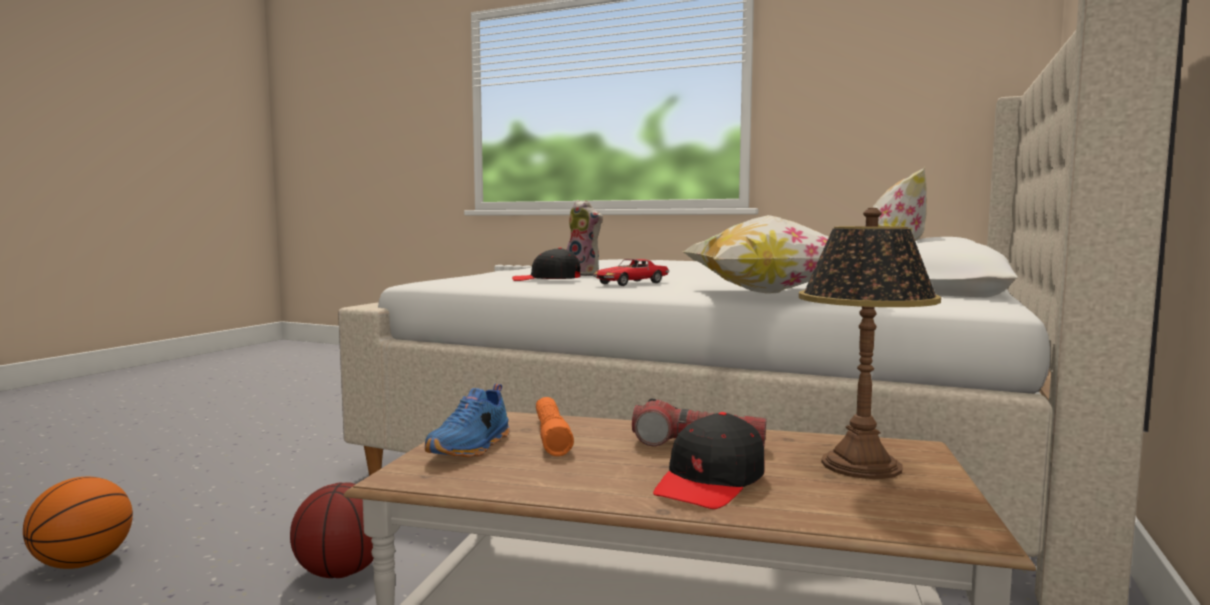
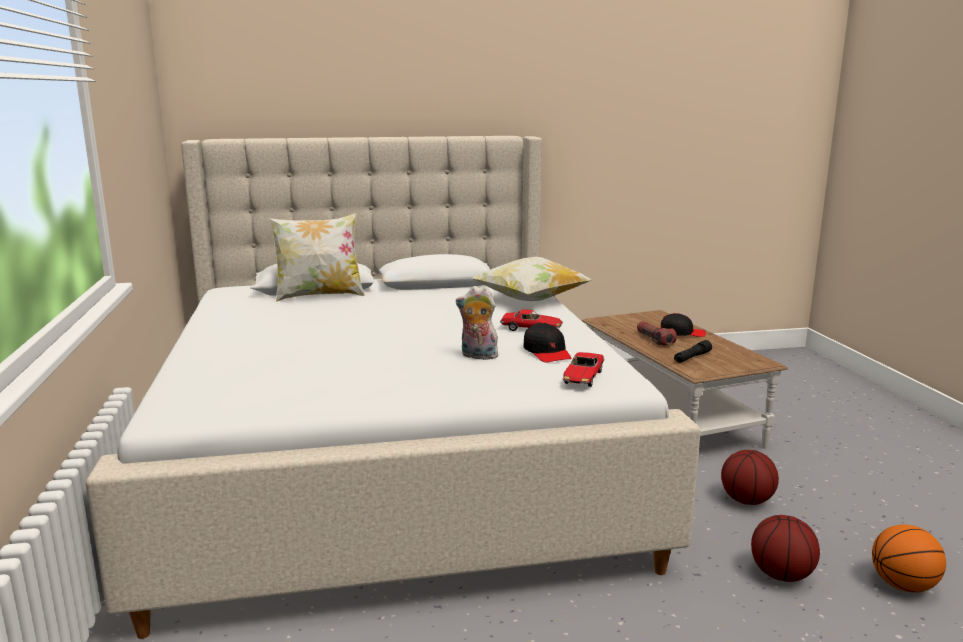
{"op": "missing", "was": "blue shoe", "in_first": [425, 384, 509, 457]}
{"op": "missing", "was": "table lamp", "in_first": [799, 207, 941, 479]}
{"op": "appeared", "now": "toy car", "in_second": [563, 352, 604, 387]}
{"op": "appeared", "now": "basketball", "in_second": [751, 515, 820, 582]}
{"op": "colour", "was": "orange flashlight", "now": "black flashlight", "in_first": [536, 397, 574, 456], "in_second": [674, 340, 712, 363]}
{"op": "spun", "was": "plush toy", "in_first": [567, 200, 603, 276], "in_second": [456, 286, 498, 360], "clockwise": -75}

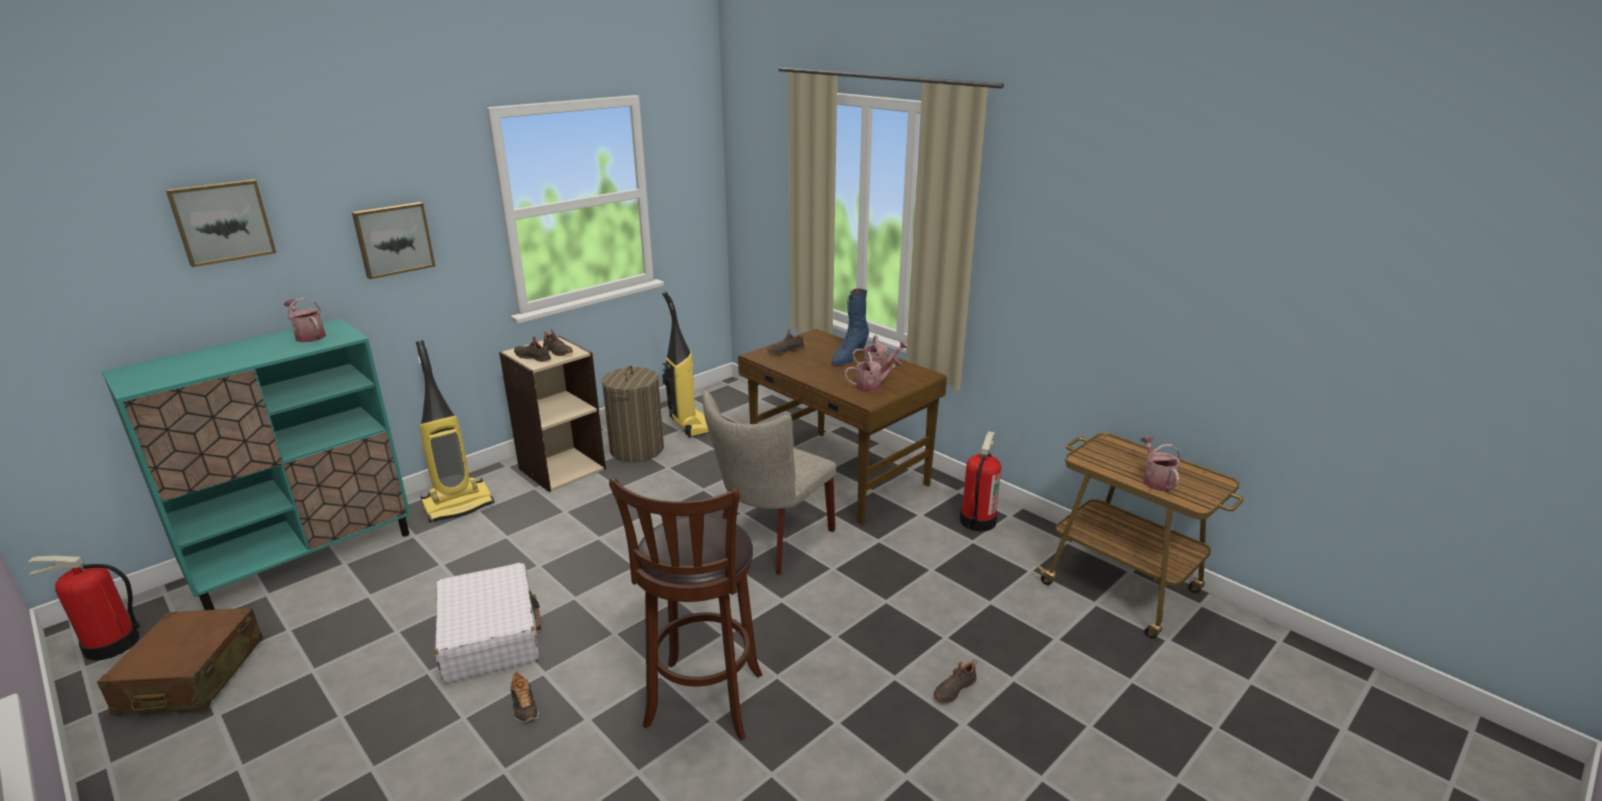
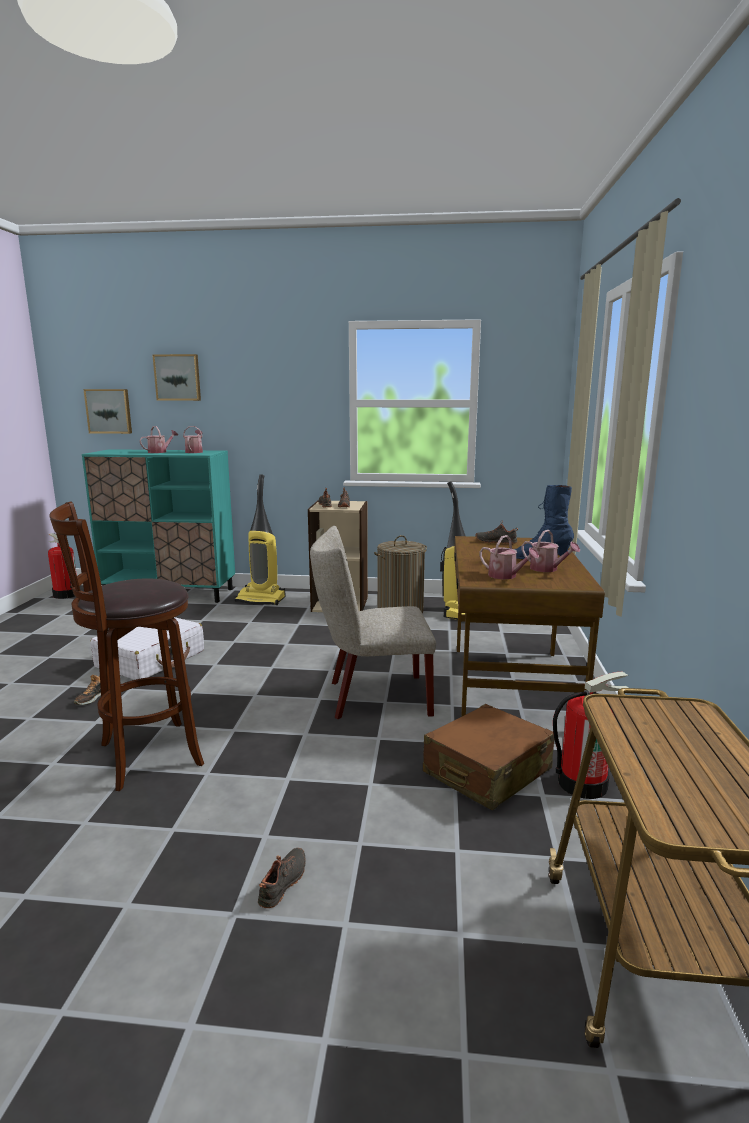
{"op": "relocated", "was": "brown suitcase", "in_first": [97, 608, 263, 715], "in_second": [423, 704, 554, 810]}
{"op": "relocated", "was": "picture", "in_first": [352, 202, 435, 279], "in_second": [83, 389, 132, 434]}
{"op": "relocated", "was": "watering can", "in_first": [1141, 437, 1181, 491], "in_second": [139, 426, 178, 453]}
{"op": "spun", "was": "black shoe", "in_first": [934, 660, 977, 703], "in_second": [258, 848, 306, 908], "clockwise": 105}

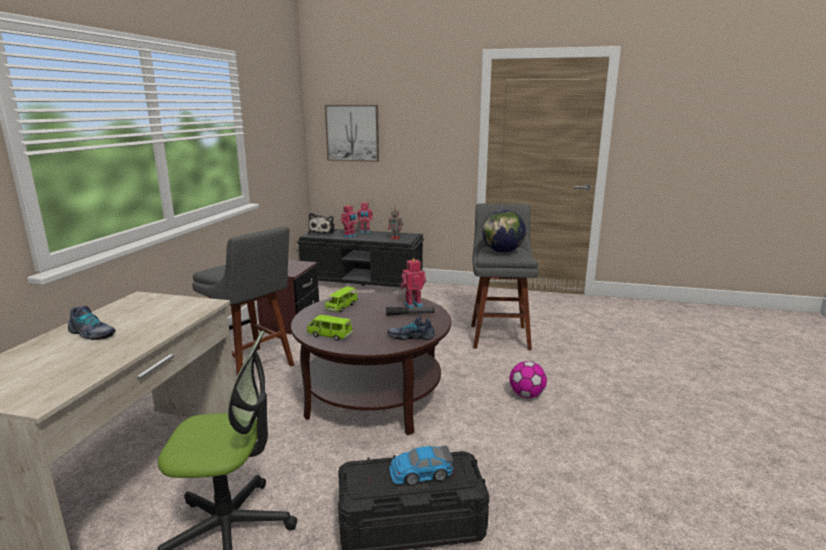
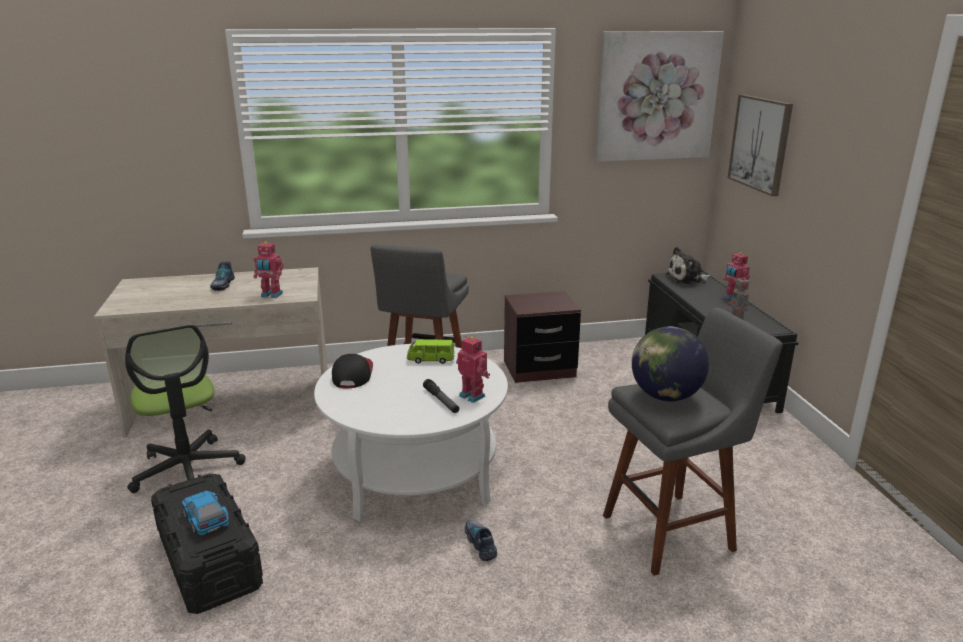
{"op": "missing", "was": "football", "in_first": [509, 361, 547, 398]}
{"op": "appeared", "now": "picture", "in_second": [596, 31, 724, 162]}
{"op": "relocated", "was": "toy robot", "in_first": [341, 205, 357, 238], "in_second": [254, 242, 284, 298]}
{"op": "relocated", "was": "shoe", "in_first": [387, 316, 435, 340], "in_second": [465, 520, 497, 561]}
{"op": "exchanged", "was": "green toy car", "now": "cap", "in_first": [306, 315, 353, 341], "in_second": [332, 354, 373, 388]}
{"op": "colour", "was": "brown coffee table", "now": "white coffee table", "in_first": [291, 292, 451, 435], "in_second": [314, 344, 508, 521]}

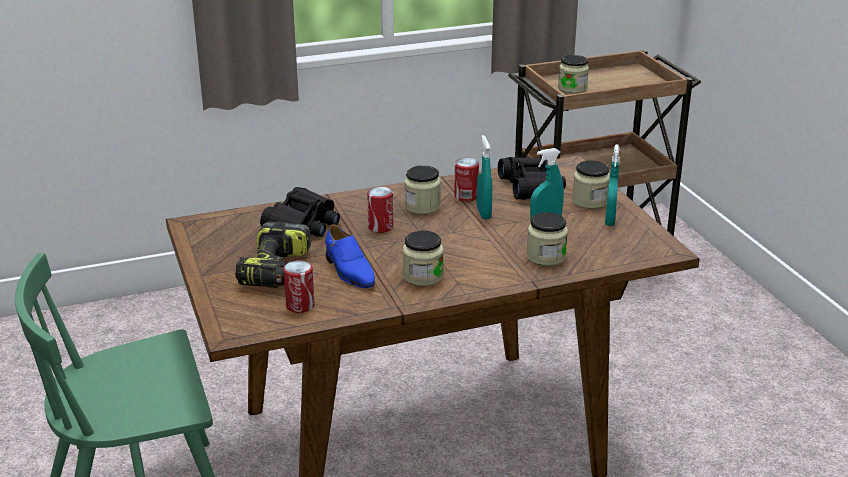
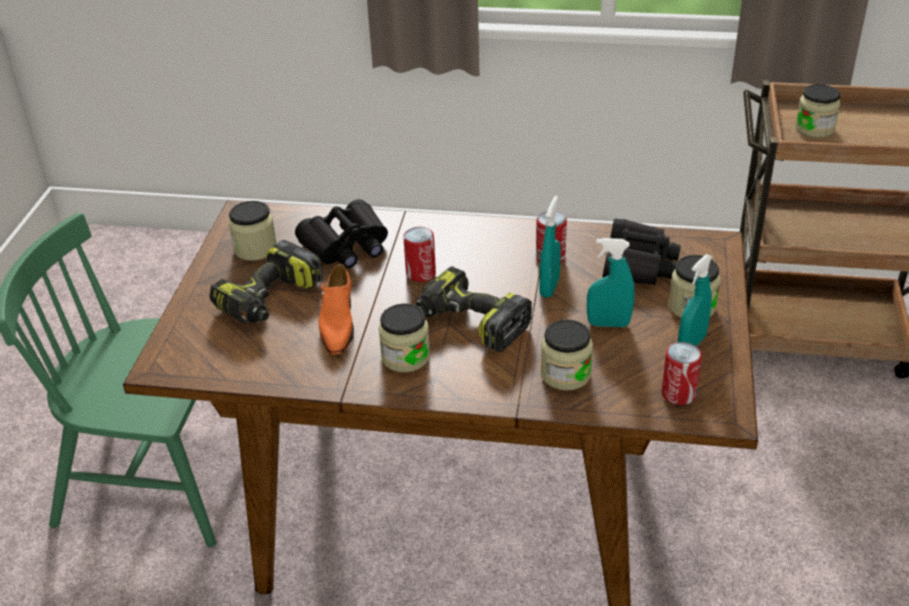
{"op": "appeared", "now": "power drill", "in_second": [416, 266, 532, 352]}
{"op": "relocated", "was": "can", "in_first": [283, 260, 315, 313], "in_second": [662, 342, 702, 405]}
{"op": "relocated", "was": "jar", "in_first": [404, 165, 441, 214], "in_second": [229, 201, 277, 261]}
{"op": "colour", "was": "blue shoe", "now": "orange shoe", "in_first": [325, 224, 375, 288], "in_second": [318, 264, 354, 355]}

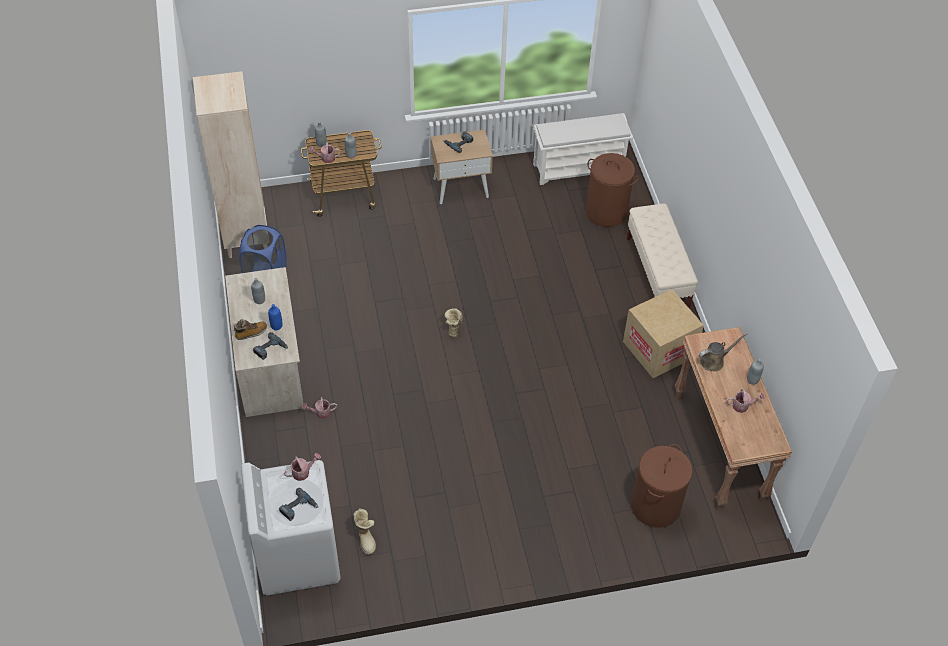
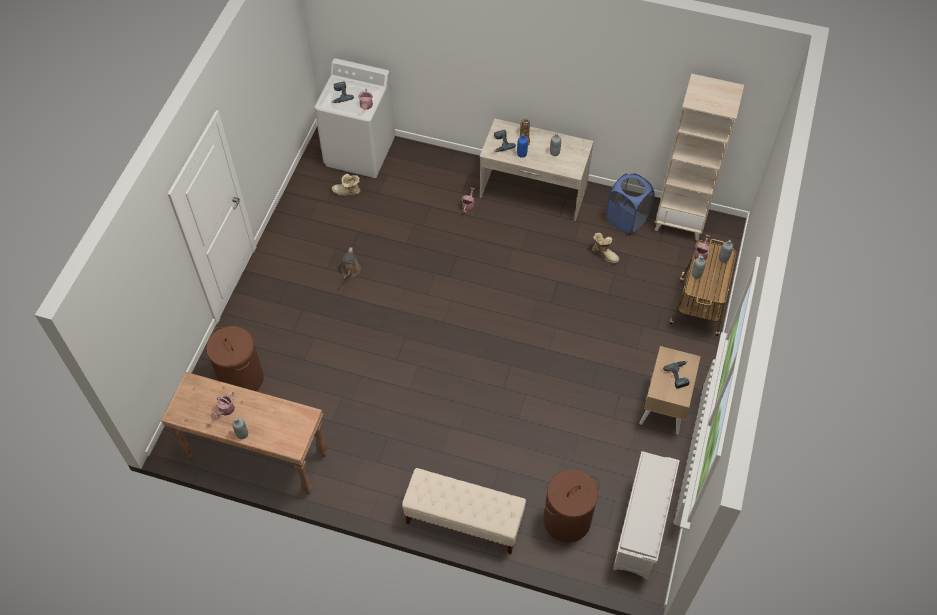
{"op": "missing", "was": "cardboard box", "in_first": [623, 289, 704, 378]}
{"op": "relocated", "was": "boot", "in_first": [444, 308, 463, 337], "in_second": [592, 233, 619, 264]}
{"op": "relocated", "was": "brown watering can", "in_first": [699, 333, 747, 371], "in_second": [341, 247, 361, 278]}

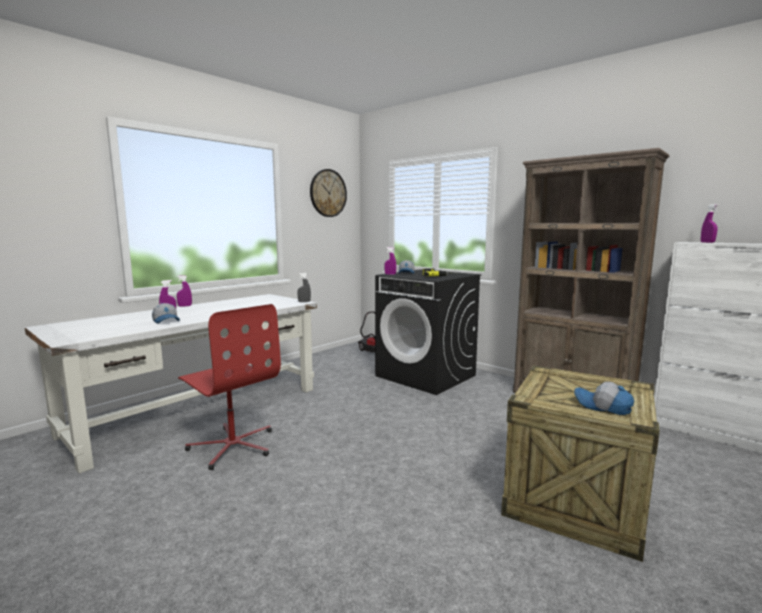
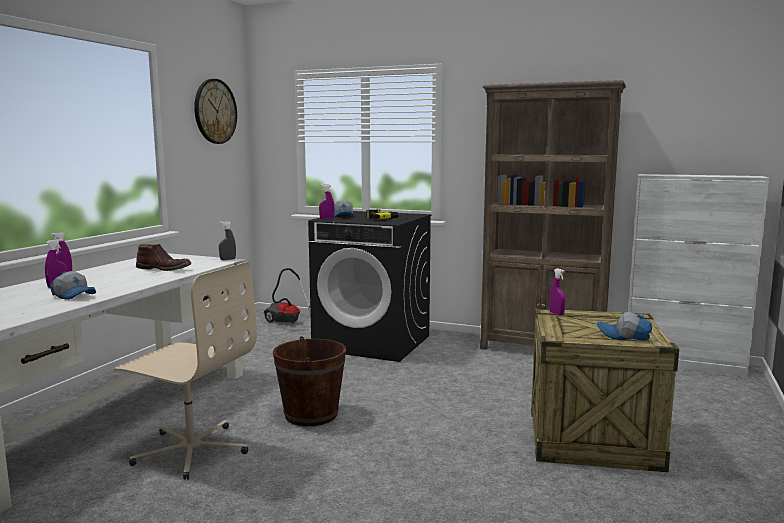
{"op": "appeared", "now": "brown boot", "in_second": [136, 244, 192, 271]}
{"op": "appeared", "now": "brown bucket", "in_second": [273, 336, 346, 426]}
{"op": "relocated", "was": "purple spray bottle", "in_first": [701, 204, 719, 243], "in_second": [549, 268, 565, 315]}
{"op": "colour", "was": "red office chair", "now": "beige office chair", "in_first": [178, 304, 281, 470], "in_second": [113, 262, 257, 480]}

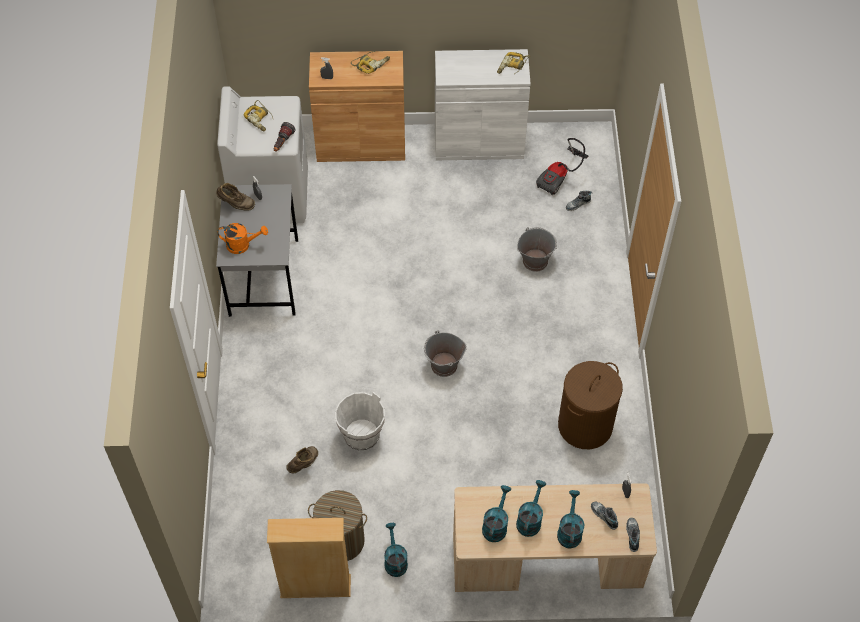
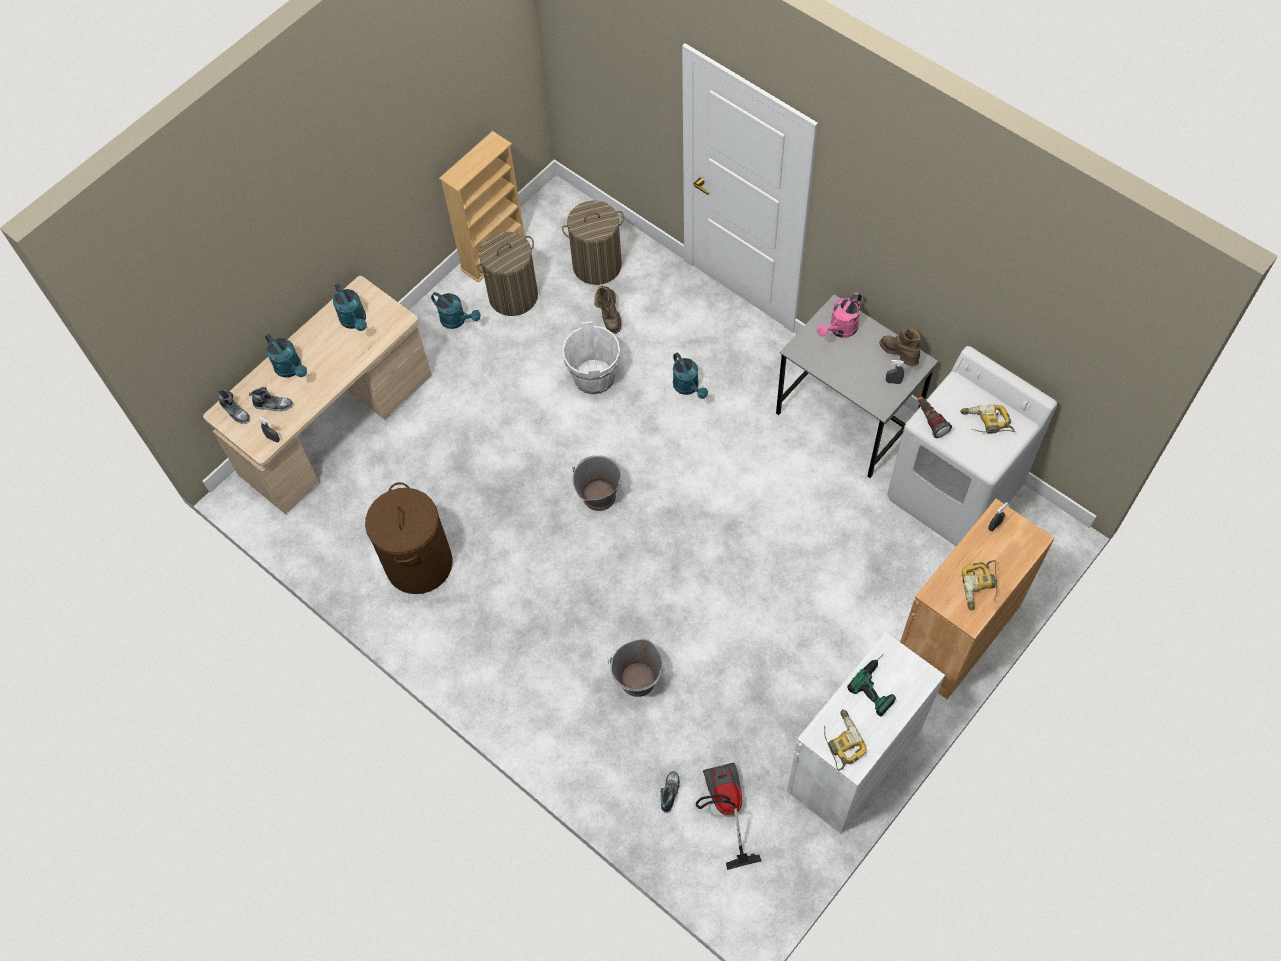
{"op": "appeared", "now": "laundry basket", "in_second": [562, 200, 624, 285]}
{"op": "appeared", "now": "power drill", "in_second": [847, 654, 896, 716]}
{"op": "relocated", "was": "turquoise watering can", "in_first": [516, 480, 546, 537], "in_second": [673, 353, 708, 399]}
{"op": "colour", "was": "orange watering can", "now": "pink watering can", "in_first": [217, 223, 268, 254], "in_second": [817, 292, 862, 338]}
{"op": "spun", "was": "brown boot", "in_first": [216, 183, 255, 211], "in_second": [879, 328, 921, 366], "clockwise": 90}

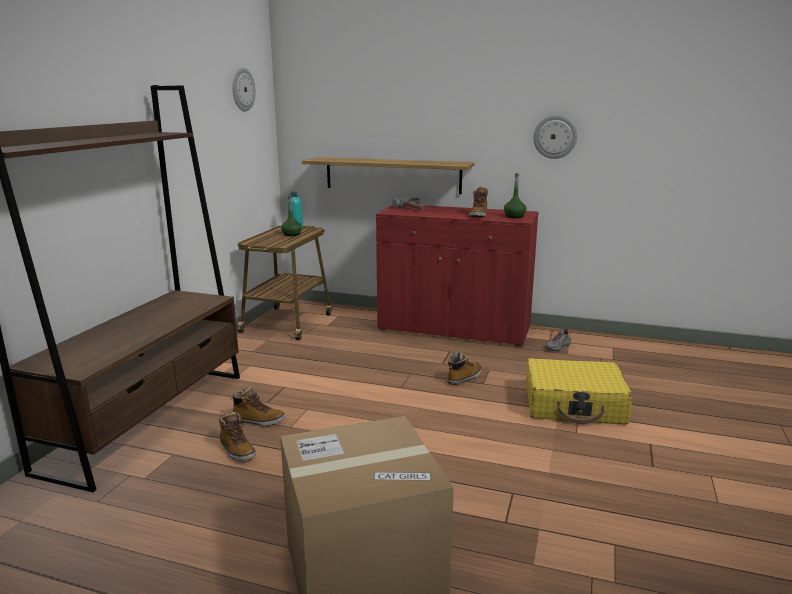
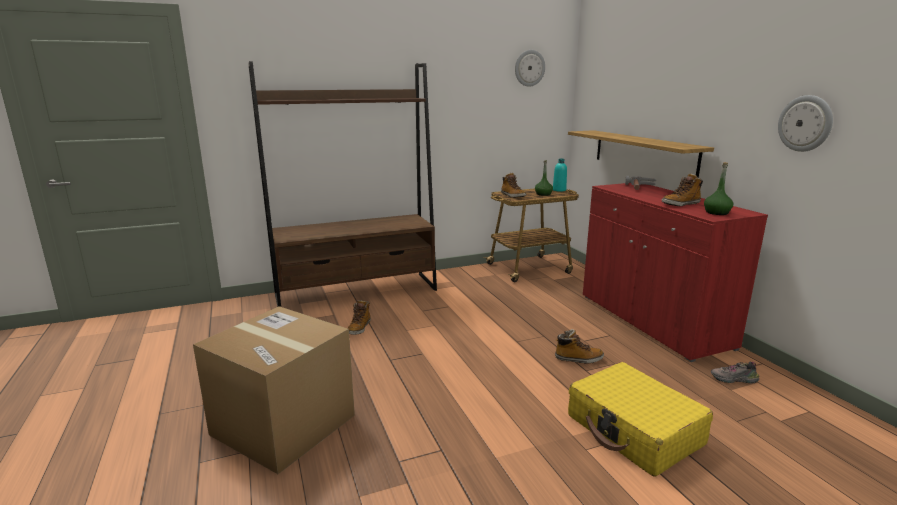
{"op": "relocated", "was": "boot", "in_first": [231, 387, 285, 426], "in_second": [501, 173, 526, 198]}

